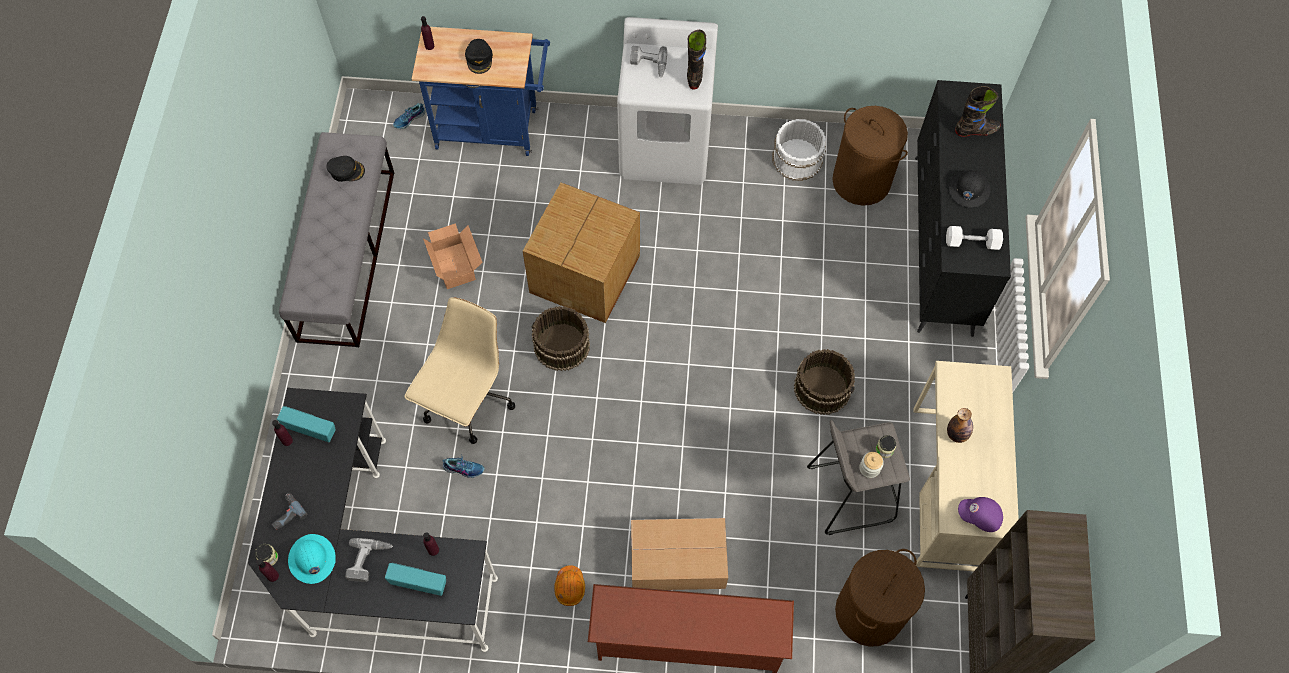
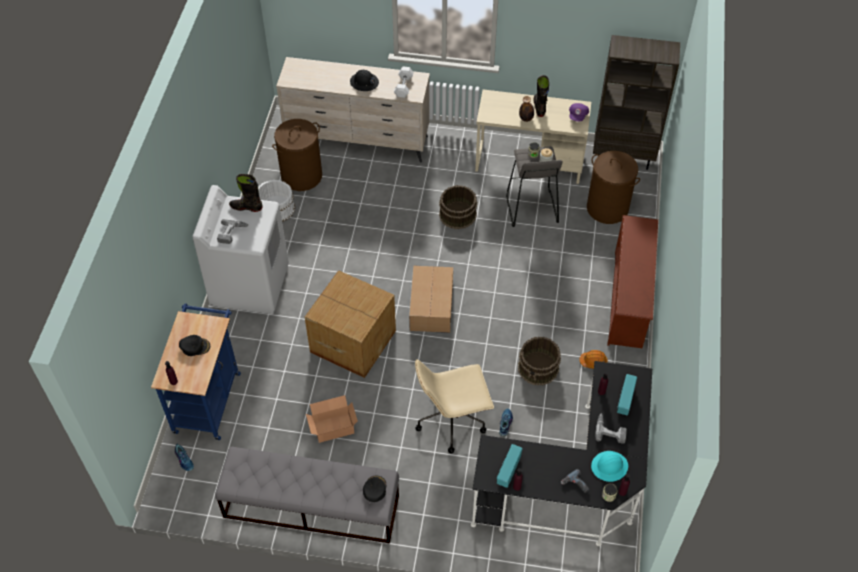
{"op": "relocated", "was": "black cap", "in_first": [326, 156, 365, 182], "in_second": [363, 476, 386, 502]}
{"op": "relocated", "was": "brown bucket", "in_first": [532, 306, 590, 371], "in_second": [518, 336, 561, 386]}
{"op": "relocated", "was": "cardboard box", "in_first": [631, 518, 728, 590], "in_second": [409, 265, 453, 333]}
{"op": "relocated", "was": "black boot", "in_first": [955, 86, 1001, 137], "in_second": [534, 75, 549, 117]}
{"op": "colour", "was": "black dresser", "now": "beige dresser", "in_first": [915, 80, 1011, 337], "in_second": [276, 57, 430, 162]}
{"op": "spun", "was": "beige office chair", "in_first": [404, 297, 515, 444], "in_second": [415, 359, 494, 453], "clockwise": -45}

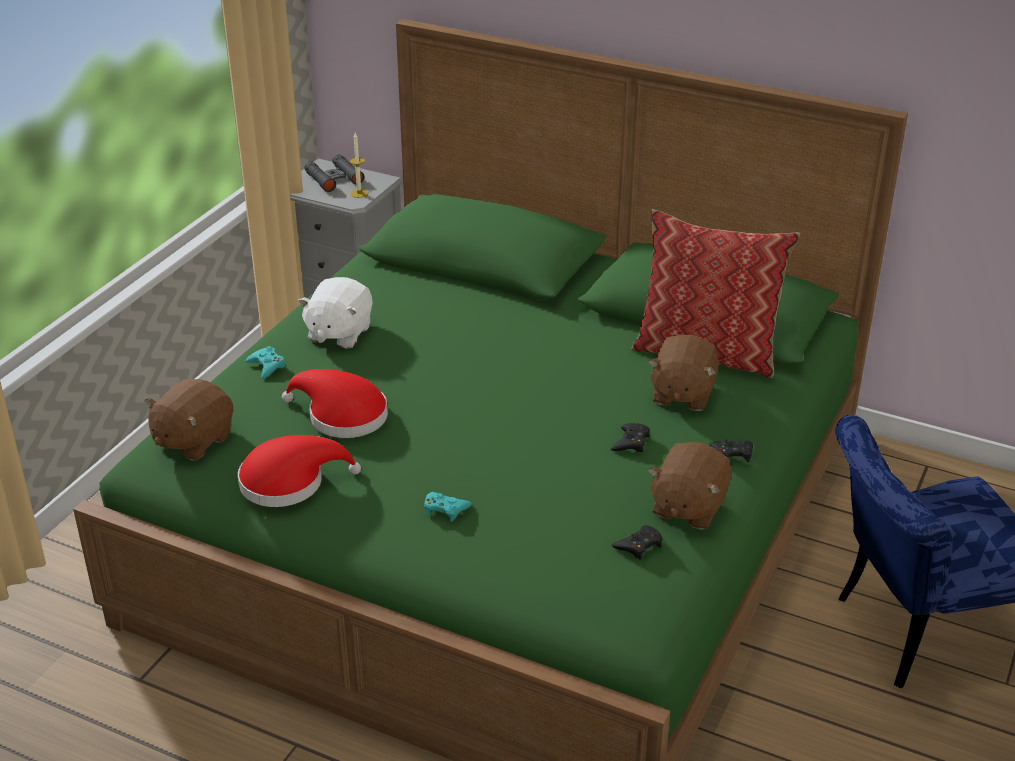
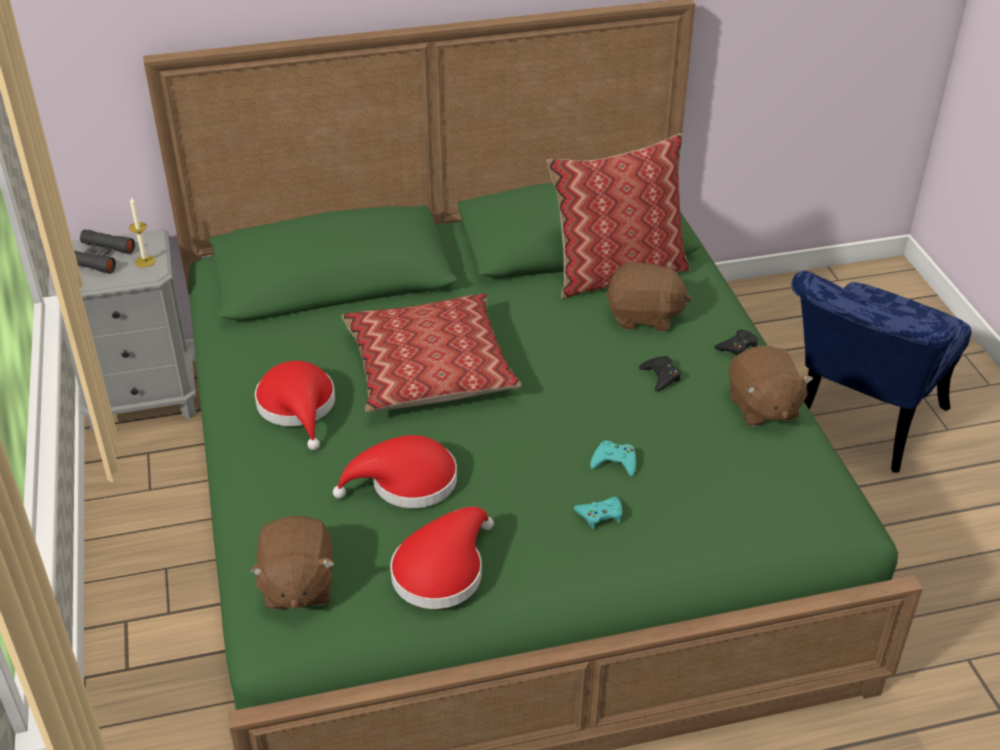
{"op": "missing", "was": "black game controller", "in_first": [612, 525, 663, 560]}
{"op": "appeared", "now": "pillow", "in_second": [342, 293, 521, 412]}
{"op": "relocated", "was": "turquoise game controller", "in_first": [245, 346, 285, 379], "in_second": [590, 441, 636, 476]}
{"op": "exchanged", "was": "white plush toy", "now": "red hat", "in_first": [298, 277, 373, 349], "in_second": [255, 361, 335, 450]}
{"op": "spun", "was": "brown plush toy", "in_first": [648, 335, 719, 411], "in_second": [606, 261, 692, 332], "clockwise": -60}

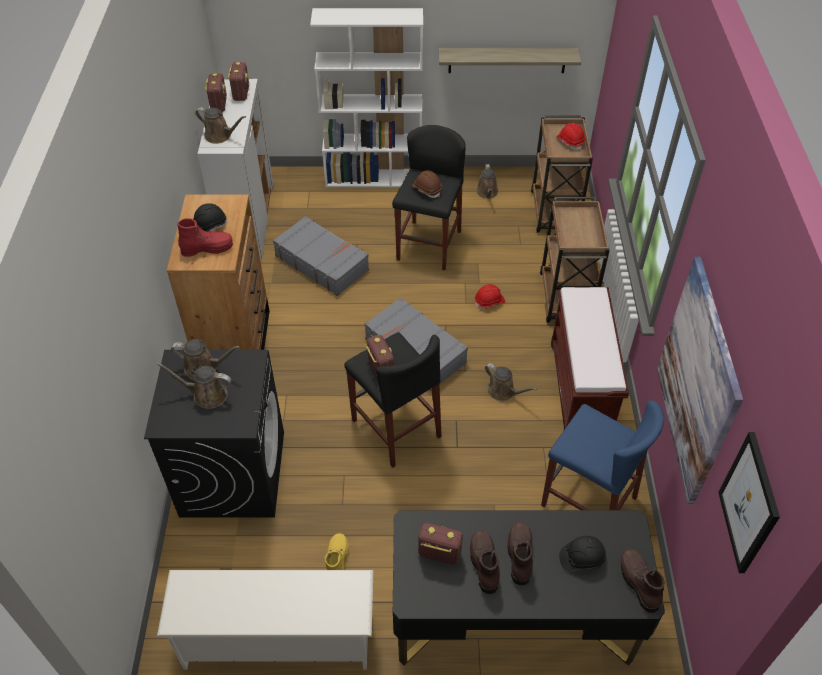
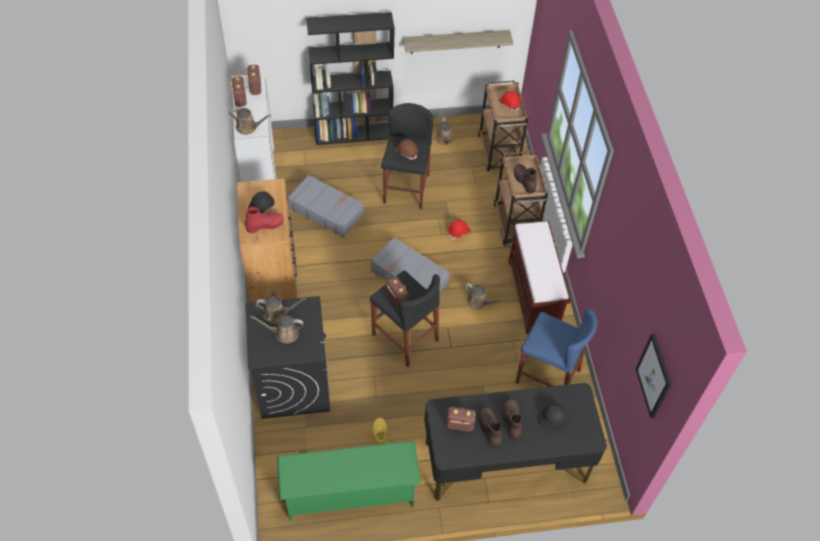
{"op": "missing", "was": "picture", "in_first": [657, 257, 743, 504]}
{"op": "relocated", "was": "brown boot", "in_first": [621, 549, 664, 613], "in_second": [514, 164, 537, 193]}
{"op": "colour", "was": "white shoe rack", "now": "green shoe rack", "in_first": [157, 570, 373, 670], "in_second": [277, 441, 421, 521]}
{"op": "colour", "was": "white bookcase", "now": "black bookcase", "in_first": [310, 8, 423, 187], "in_second": [306, 12, 395, 145]}

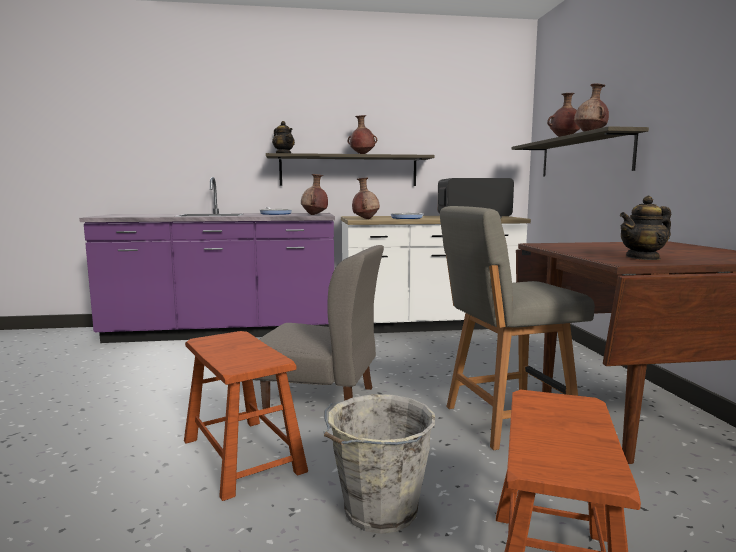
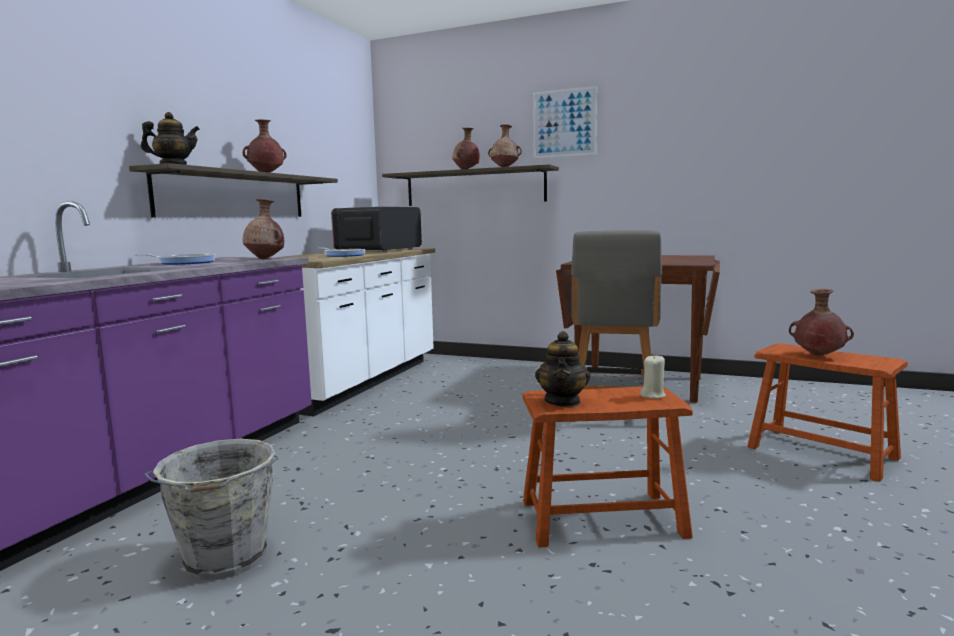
{"op": "missing", "was": "grey chair", "in_first": [253, 245, 384, 409]}
{"op": "appeared", "now": "picture", "in_second": [533, 86, 597, 158]}
{"op": "appeared", "now": "beige candle", "in_second": [640, 354, 666, 399]}
{"op": "relocated", "was": "grey bucket", "in_first": [323, 394, 435, 534], "in_second": [144, 439, 278, 580]}
{"op": "relocated", "was": "brown vase", "in_first": [352, 178, 380, 219], "in_second": [789, 289, 854, 356]}
{"op": "relocated", "was": "teapot", "in_first": [620, 196, 671, 260], "in_second": [535, 331, 590, 407]}

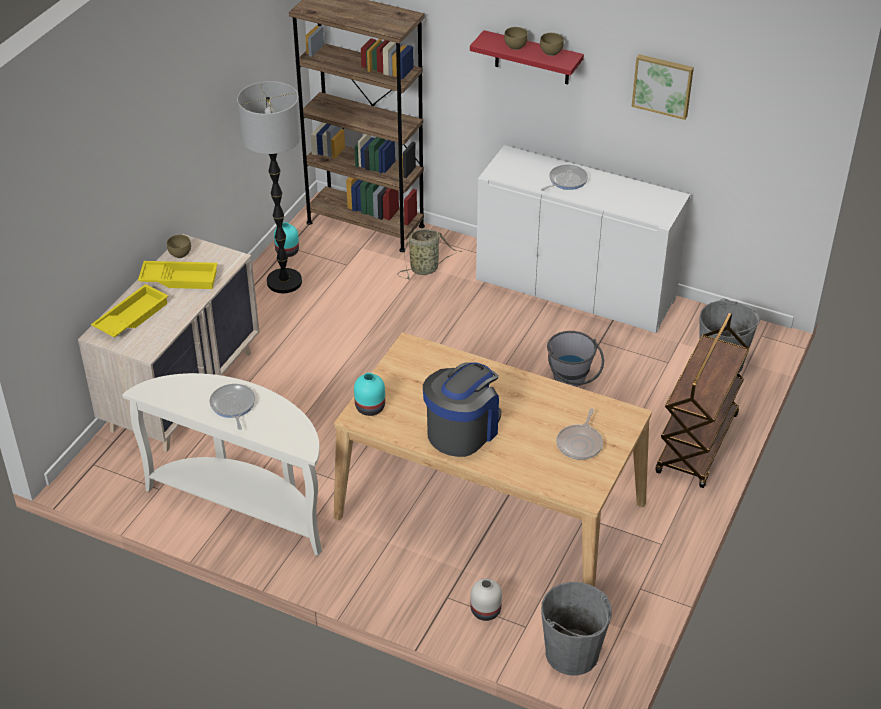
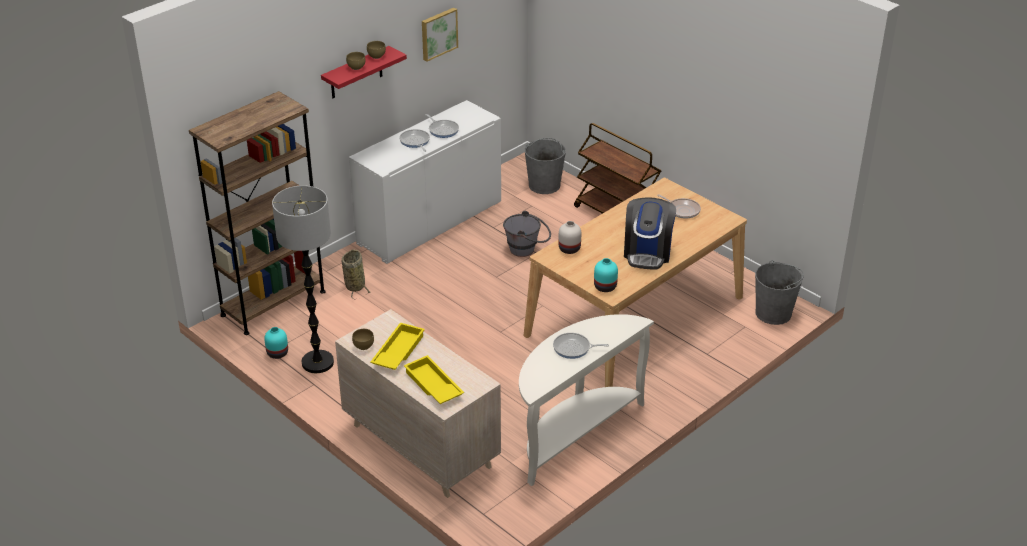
{"op": "appeared", "now": "frying pan", "in_second": [426, 114, 459, 138]}
{"op": "relocated", "was": "white vase", "in_first": [470, 579, 502, 621], "in_second": [558, 221, 581, 254]}
{"op": "spun", "was": "coffee machine", "in_first": [423, 362, 501, 457], "in_second": [624, 197, 676, 270], "clockwise": -135}

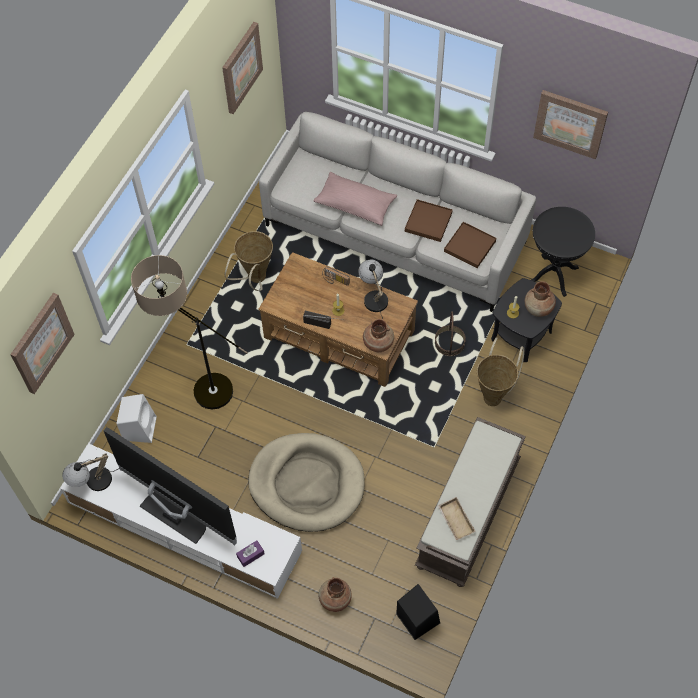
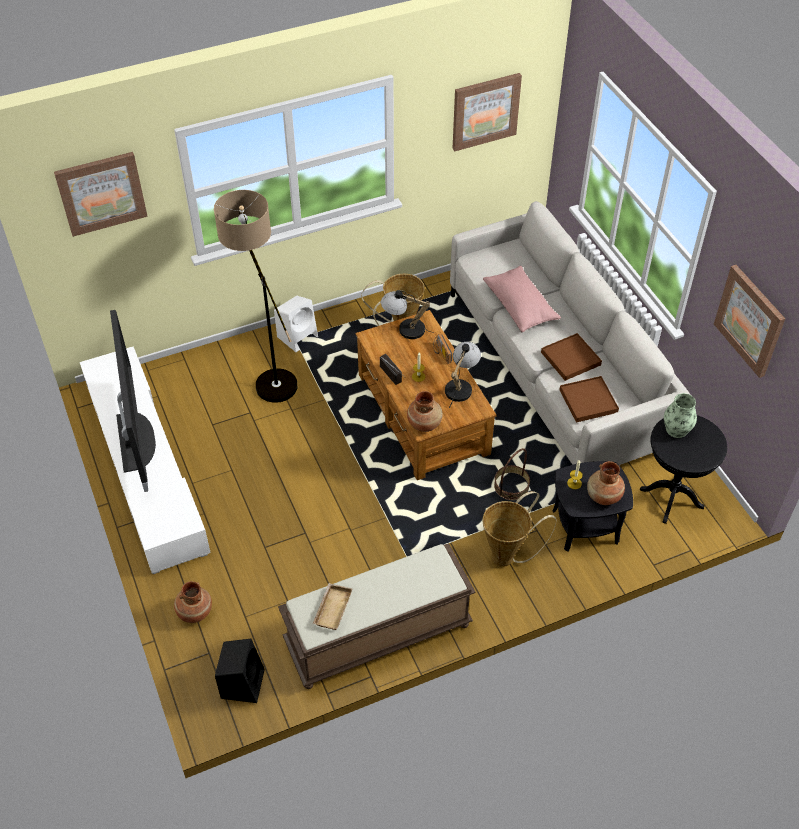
{"op": "missing", "was": "purple tissue box", "in_first": [236, 540, 265, 567]}
{"op": "missing", "was": "beige dog bed", "in_first": [248, 433, 364, 532]}
{"op": "appeared", "now": "vase", "in_second": [664, 393, 697, 438]}
{"op": "relocated", "was": "table lamp", "in_first": [62, 453, 119, 491], "in_second": [381, 290, 435, 339]}
{"op": "relocated", "was": "white speaker", "in_first": [117, 394, 157, 443], "in_second": [274, 296, 318, 352]}

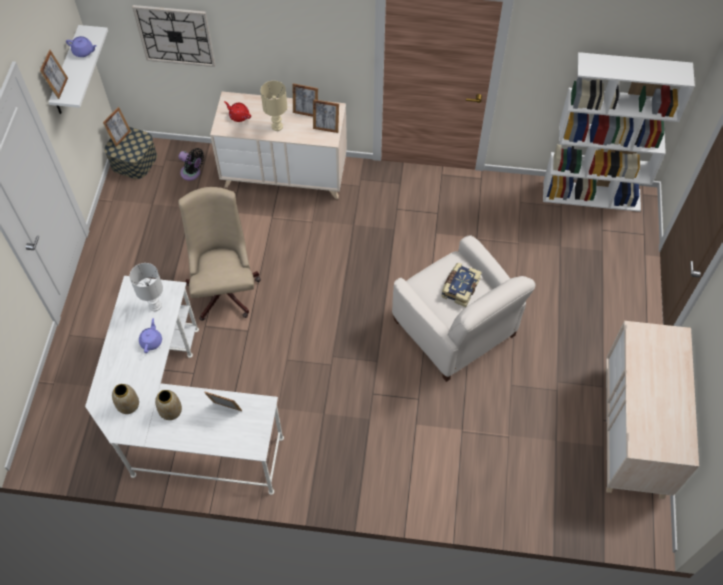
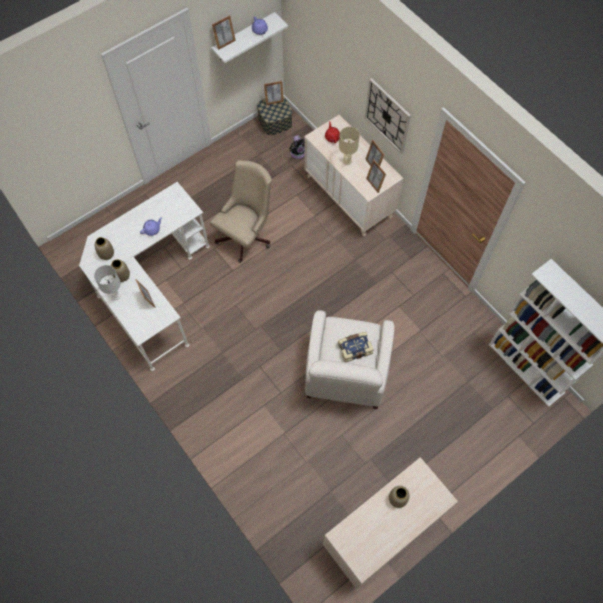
{"op": "appeared", "now": "vase", "in_second": [389, 486, 409, 508]}
{"op": "relocated", "was": "white table lamp", "in_first": [129, 263, 163, 311], "in_second": [94, 265, 121, 300]}
{"op": "relocated", "was": "wall clock", "in_first": [132, 5, 215, 67], "in_second": [365, 78, 411, 154]}

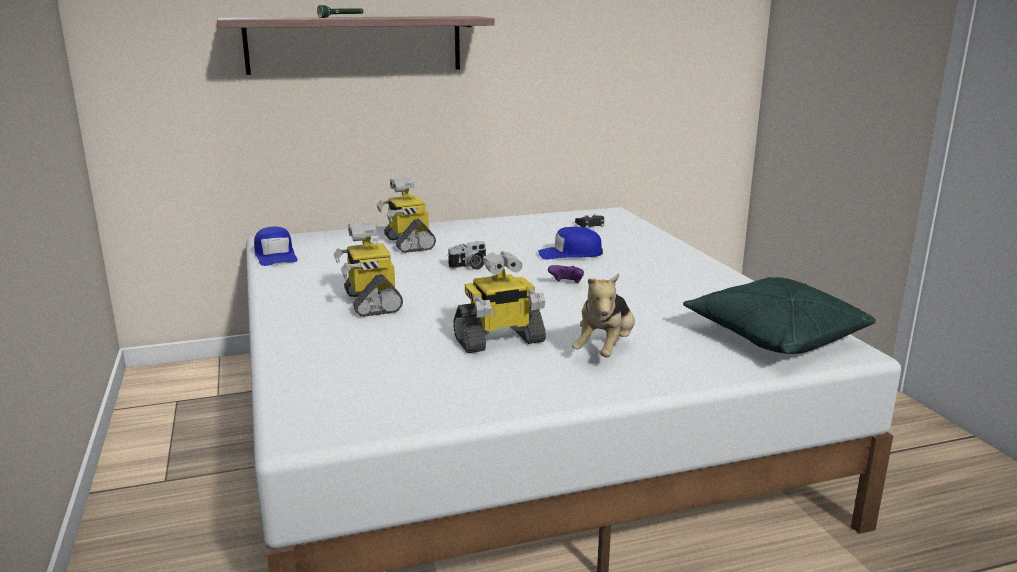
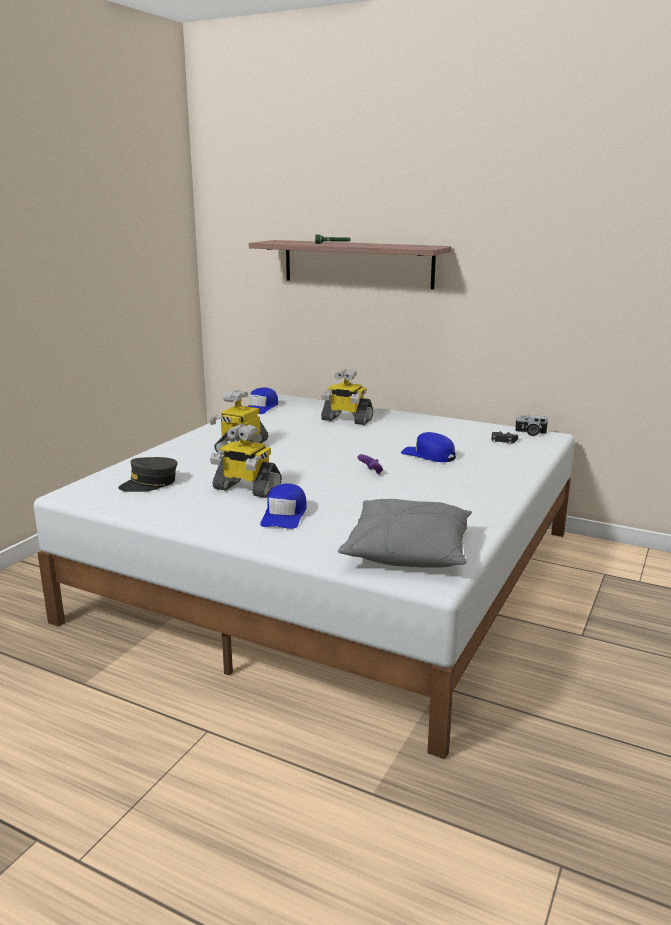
{"op": "appeared", "now": "grey cap", "in_second": [118, 457, 178, 492]}
{"op": "relocated", "was": "photo camera", "in_first": [447, 241, 486, 270], "in_second": [515, 415, 549, 436]}
{"op": "exchanged", "was": "plush toy", "now": "blue cap", "in_first": [572, 273, 635, 357], "in_second": [260, 483, 307, 529]}
{"op": "colour", "was": "green pillow", "now": "grey pillow", "in_first": [683, 277, 876, 354], "in_second": [338, 499, 472, 568]}
{"op": "spun", "was": "toy robot", "in_first": [377, 178, 436, 253], "in_second": [321, 369, 373, 425], "clockwise": -90}

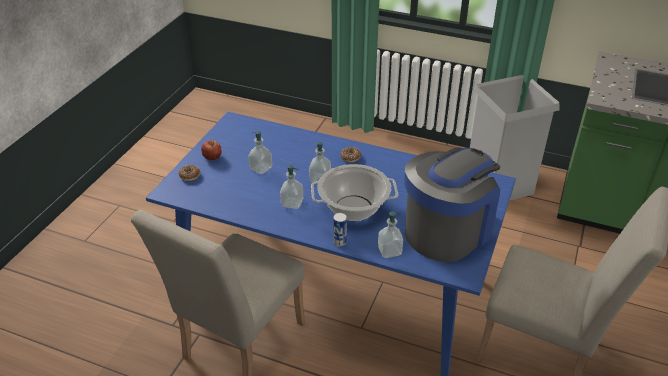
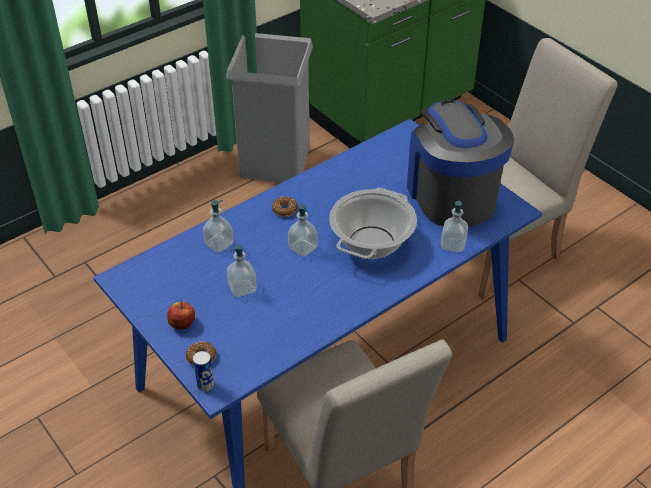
{"op": "relocated", "was": "soap dispenser", "in_first": [280, 165, 303, 209], "in_second": [203, 200, 234, 253]}
{"op": "relocated", "was": "can", "in_first": [333, 213, 347, 246], "in_second": [193, 351, 214, 391]}

